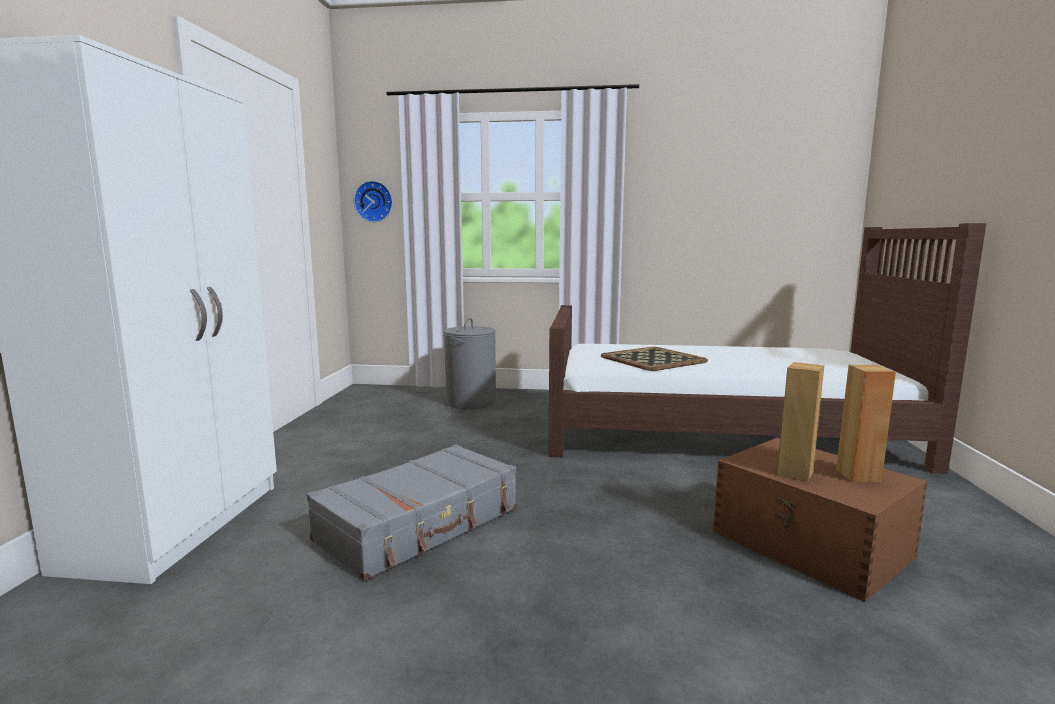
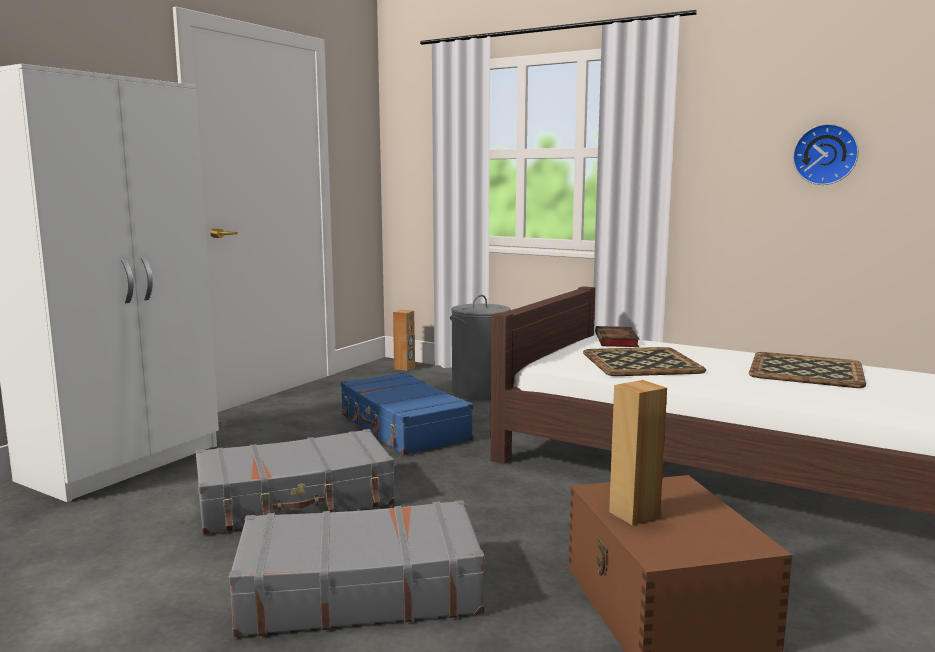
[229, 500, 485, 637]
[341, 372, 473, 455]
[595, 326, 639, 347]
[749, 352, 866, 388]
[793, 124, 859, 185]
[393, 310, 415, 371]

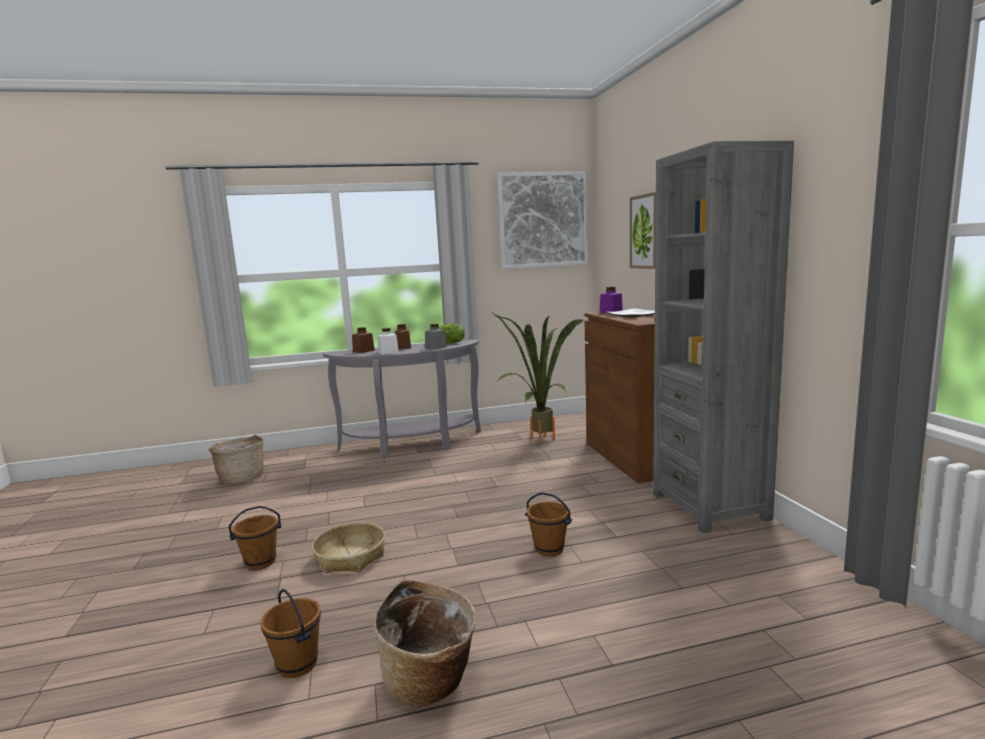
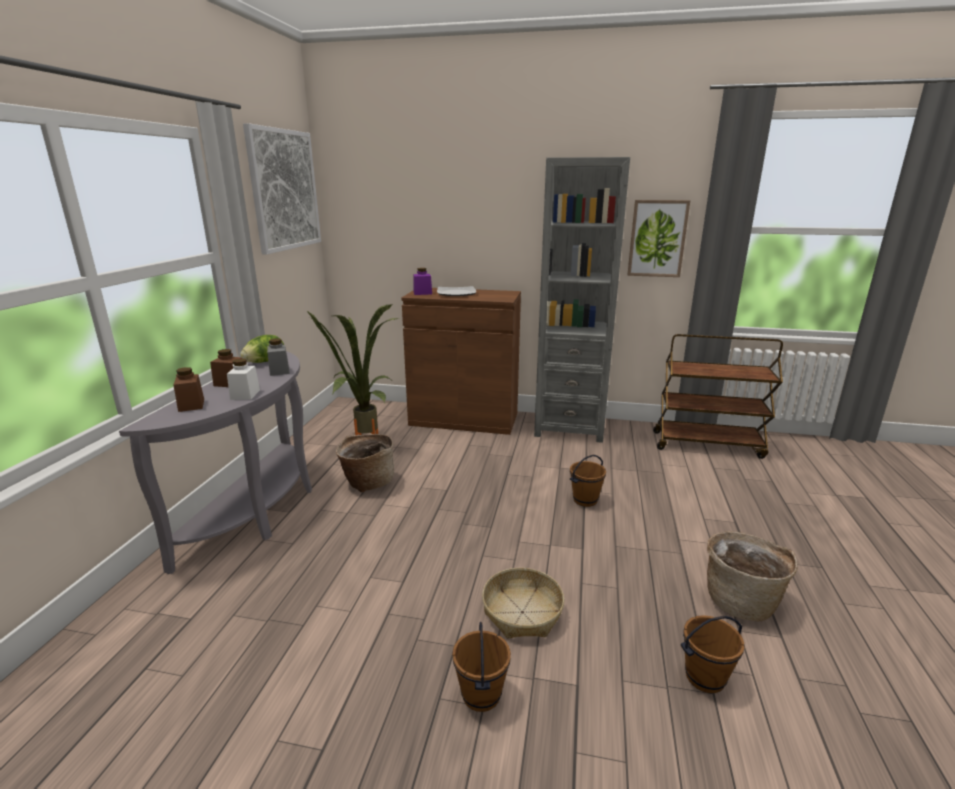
[653, 334, 783, 459]
[336, 434, 394, 492]
[627, 200, 690, 277]

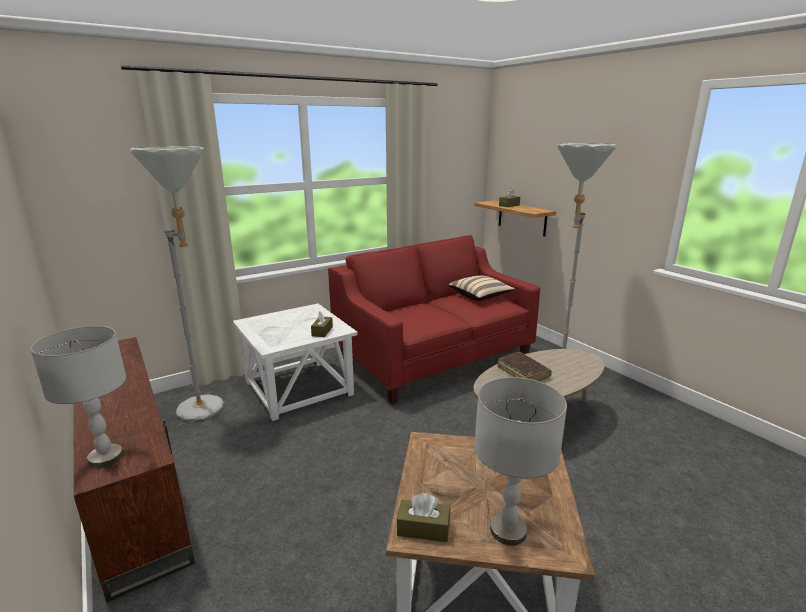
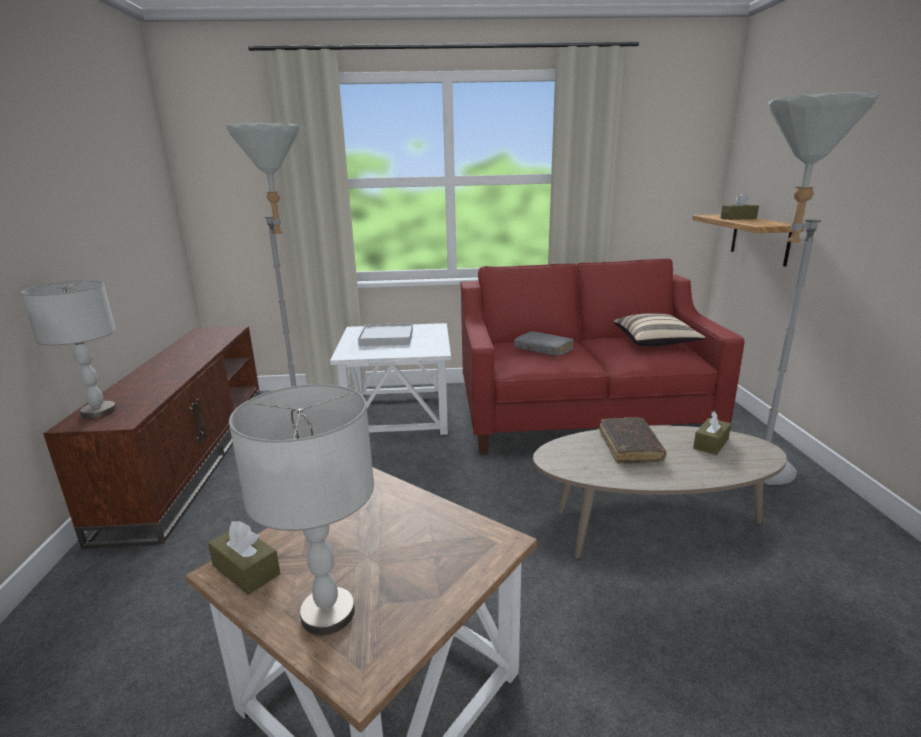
[358, 323, 413, 346]
[514, 331, 574, 356]
[693, 411, 731, 455]

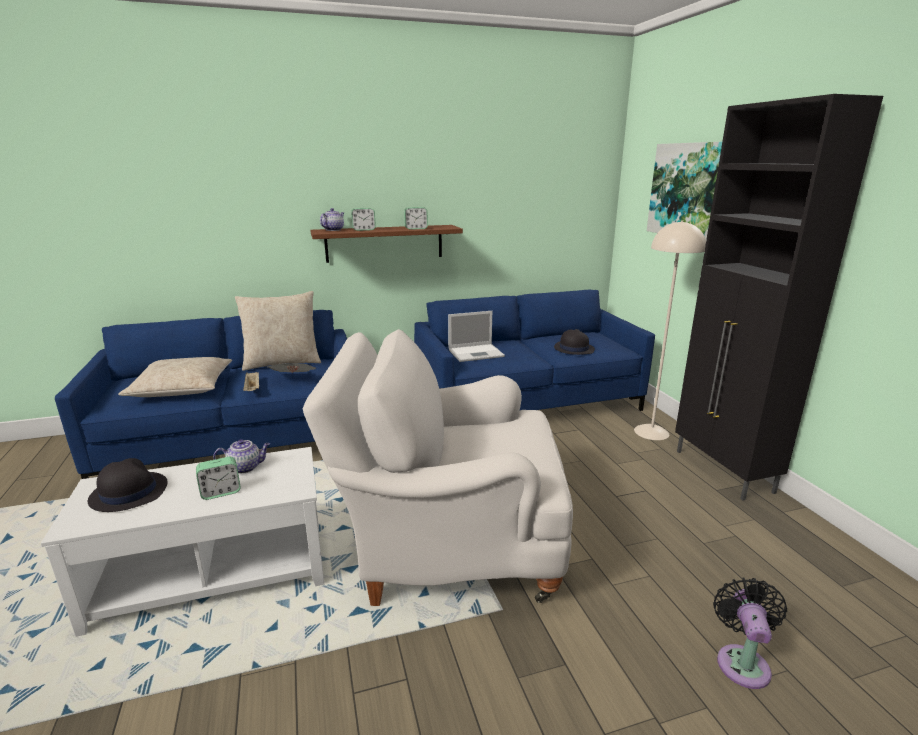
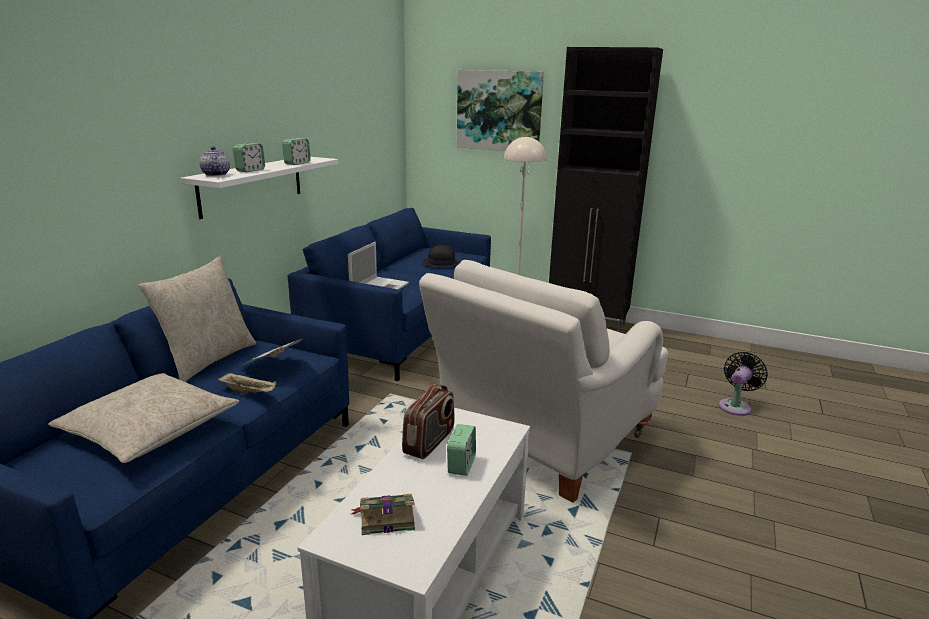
[351, 494, 415, 535]
[402, 384, 454, 459]
[180, 157, 338, 219]
[719, 352, 768, 416]

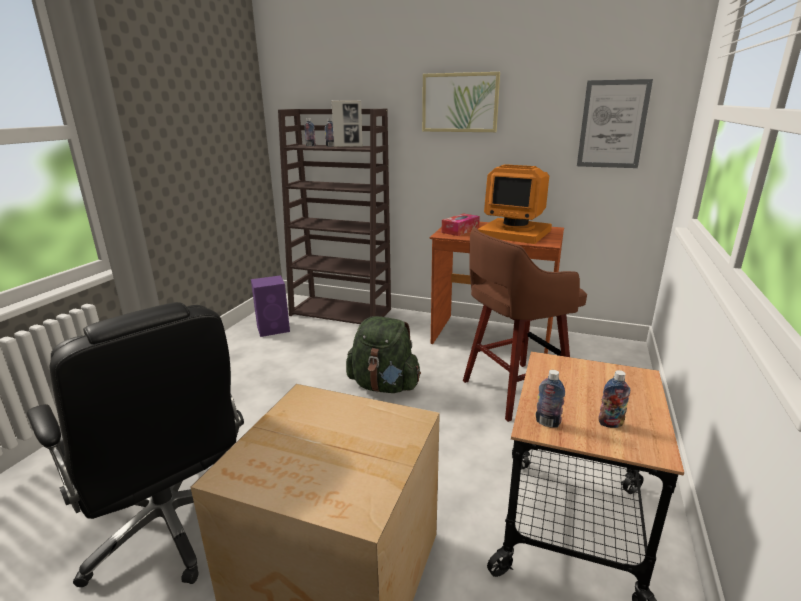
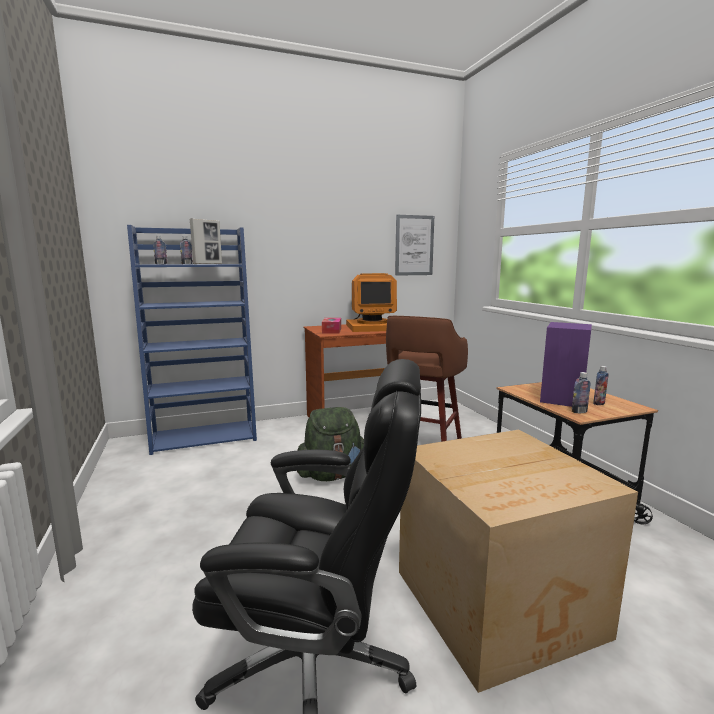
[422, 72, 500, 132] (first image)
[540, 322, 592, 407]
[127, 225, 257, 455]

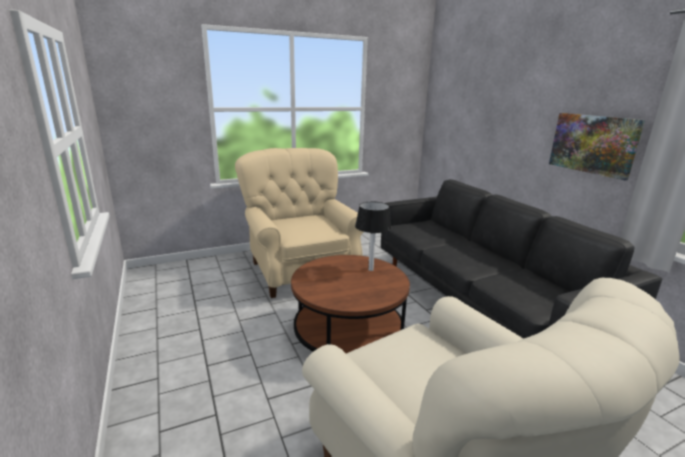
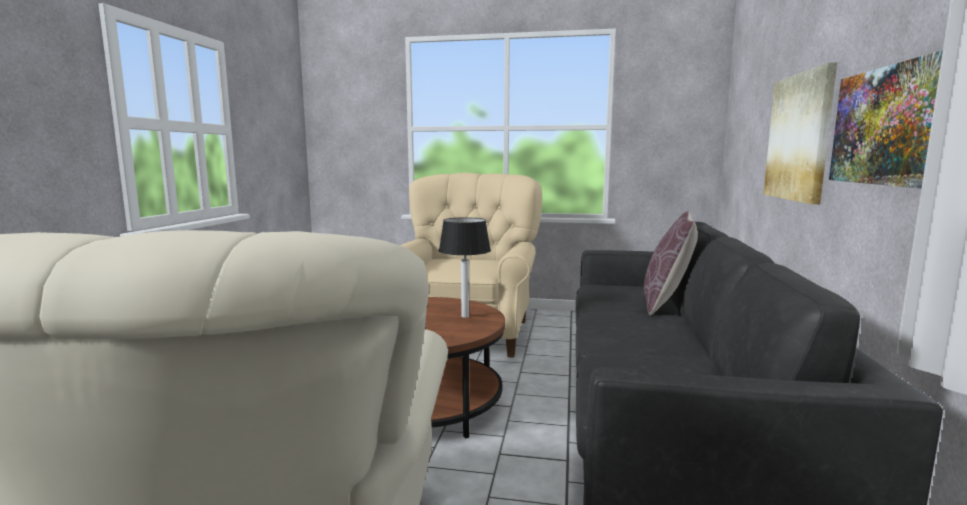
[644, 211, 698, 315]
[763, 62, 837, 204]

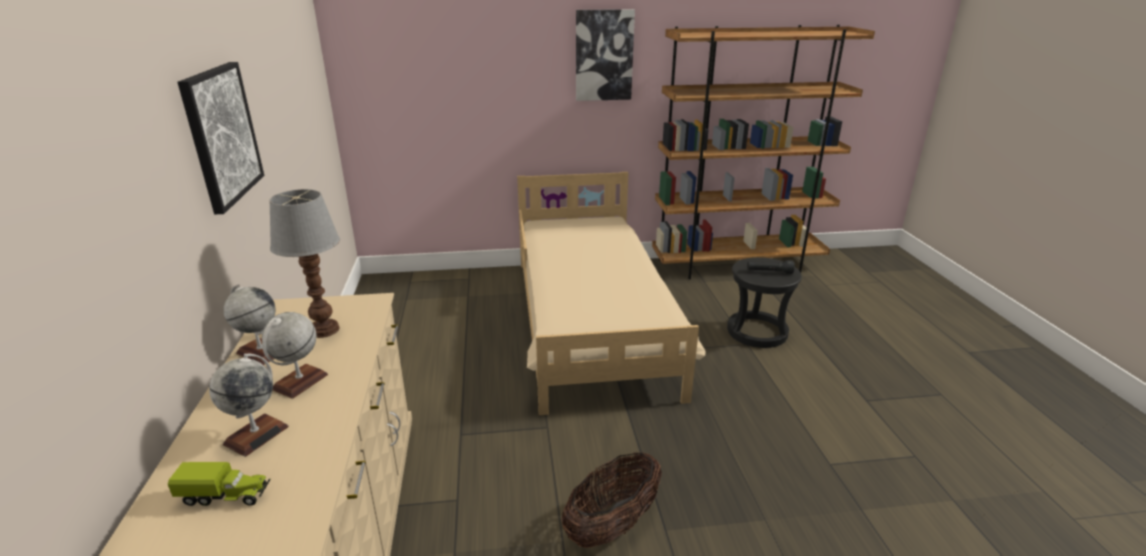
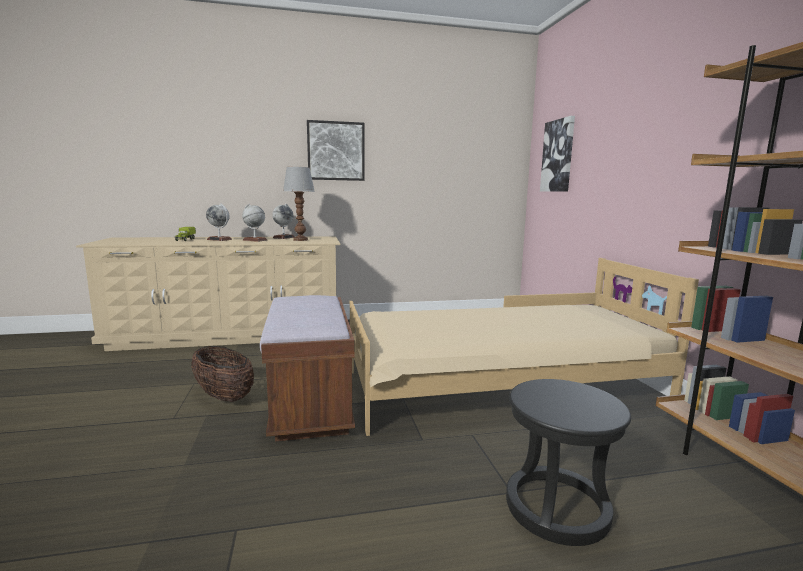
[747, 260, 795, 274] (first image)
[260, 295, 355, 441]
[540, 116, 575, 192]

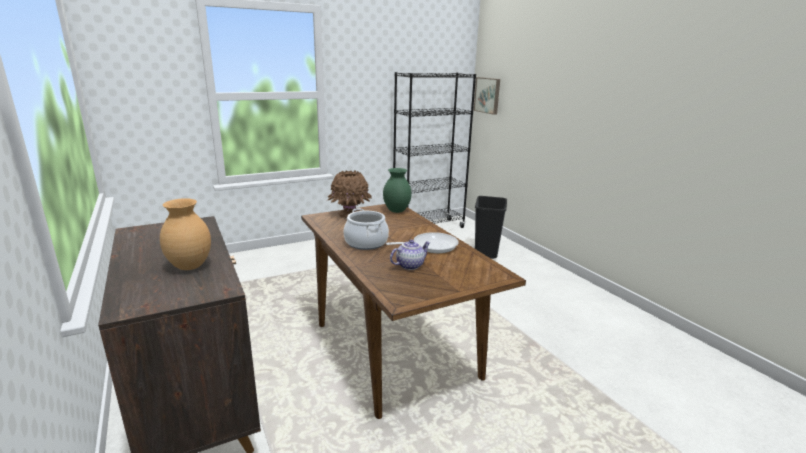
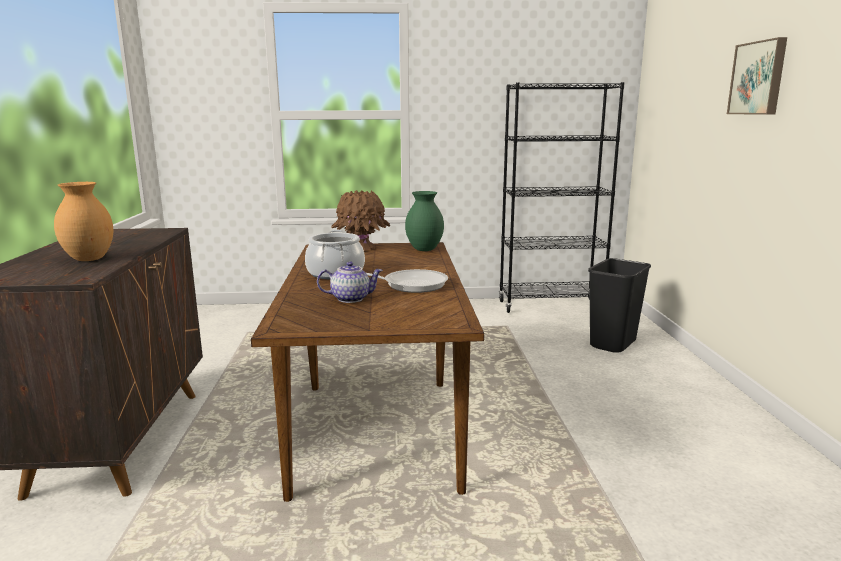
[727, 37, 787, 115]

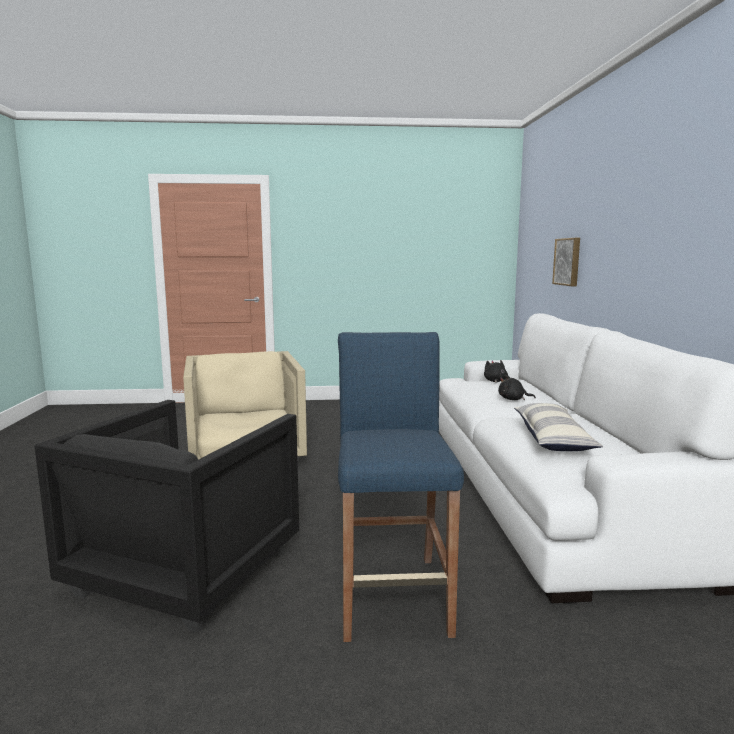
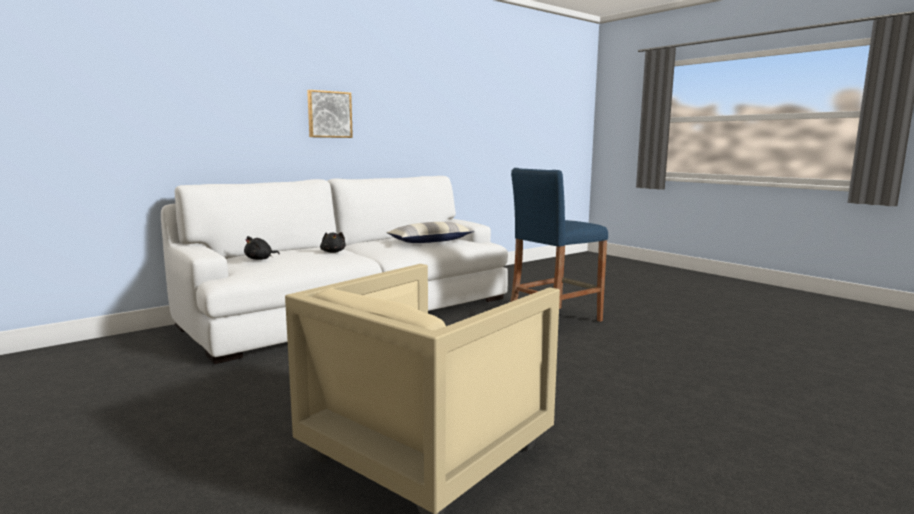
[35, 400, 299, 633] (first image)
[307, 90, 353, 138]

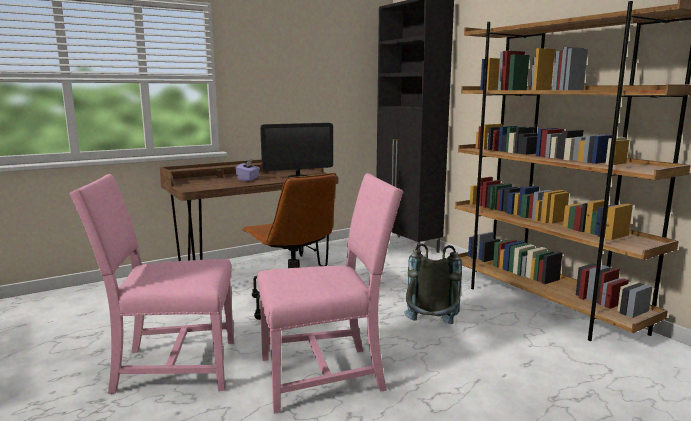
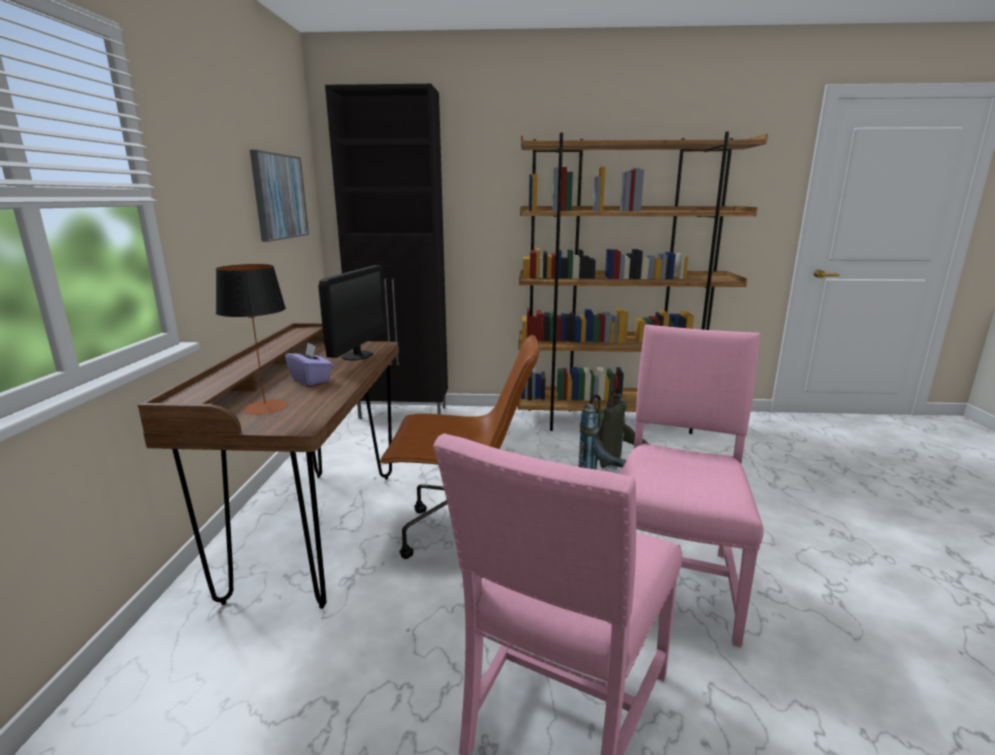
[216, 264, 287, 415]
[250, 150, 309, 242]

